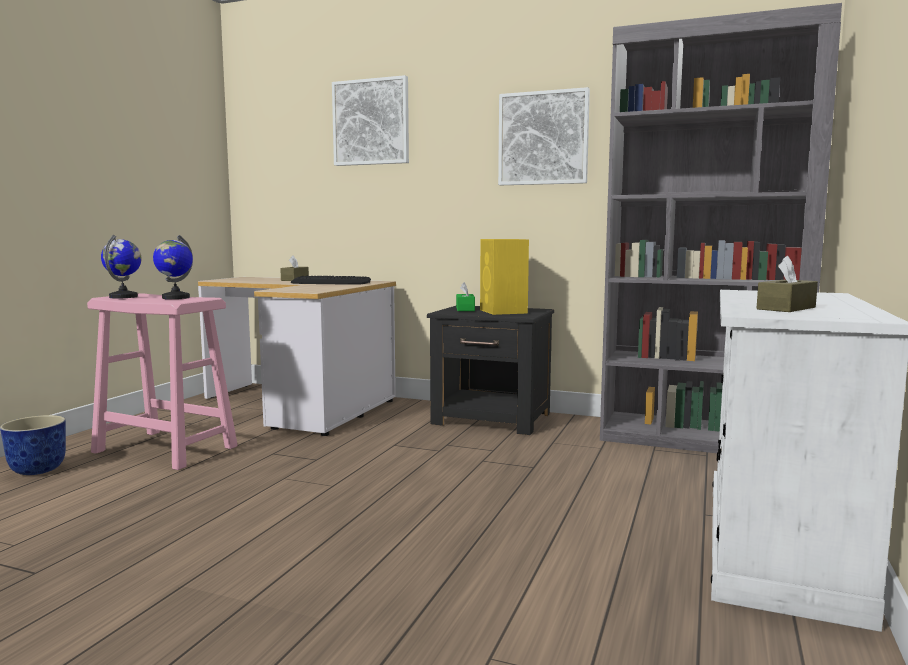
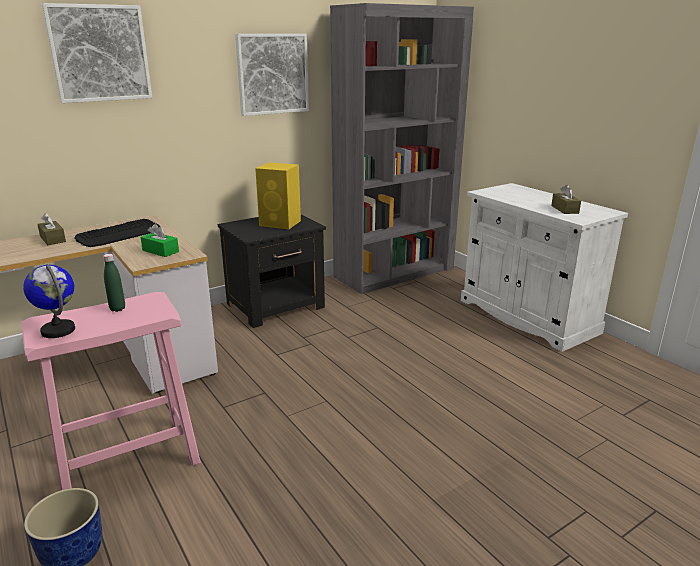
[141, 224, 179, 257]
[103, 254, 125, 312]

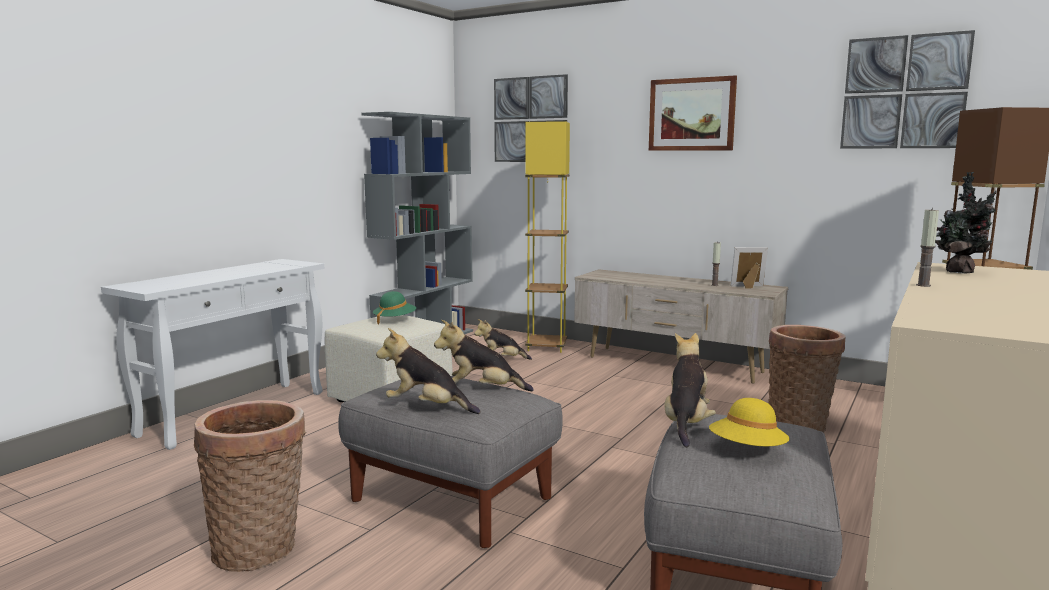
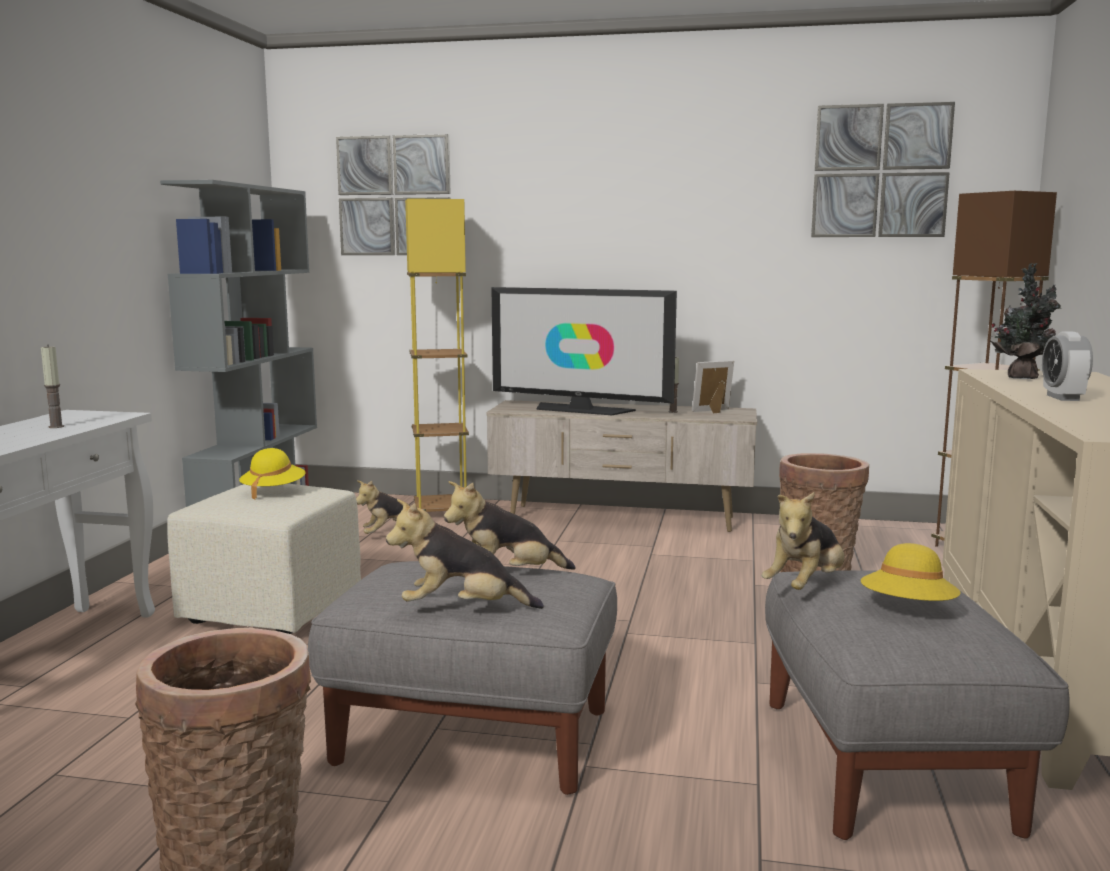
[649, 75, 737, 151] (first image)
[491, 287, 677, 415]
[1042, 332, 1093, 401]
[41, 347, 64, 428]
[239, 448, 306, 500]
[761, 492, 845, 590]

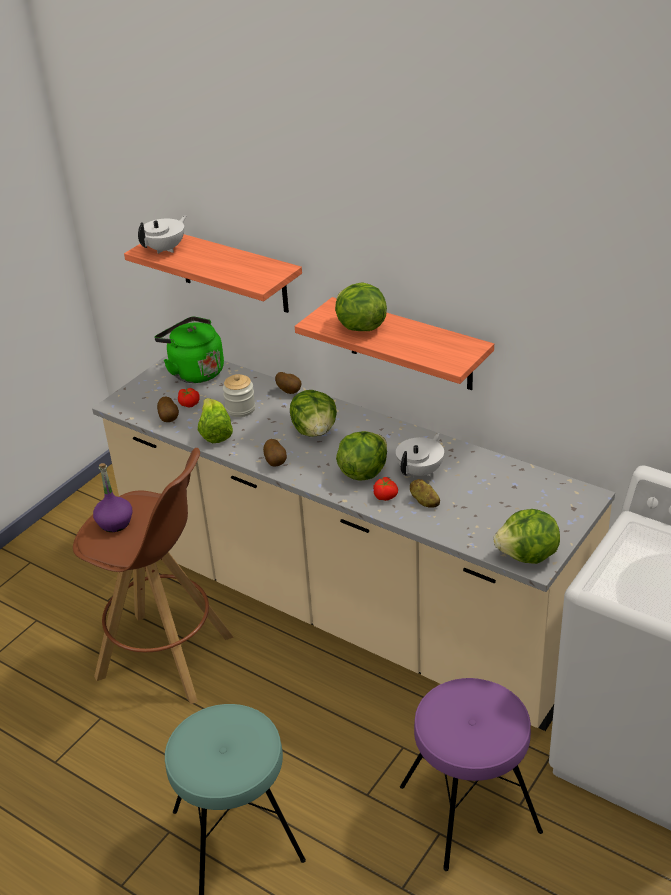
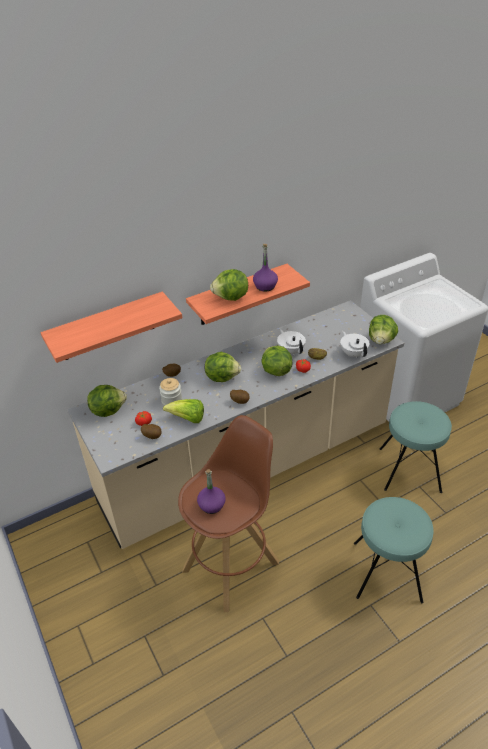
[253, 244, 278, 292]
[340, 330, 369, 358]
[87, 385, 127, 417]
[380, 401, 452, 493]

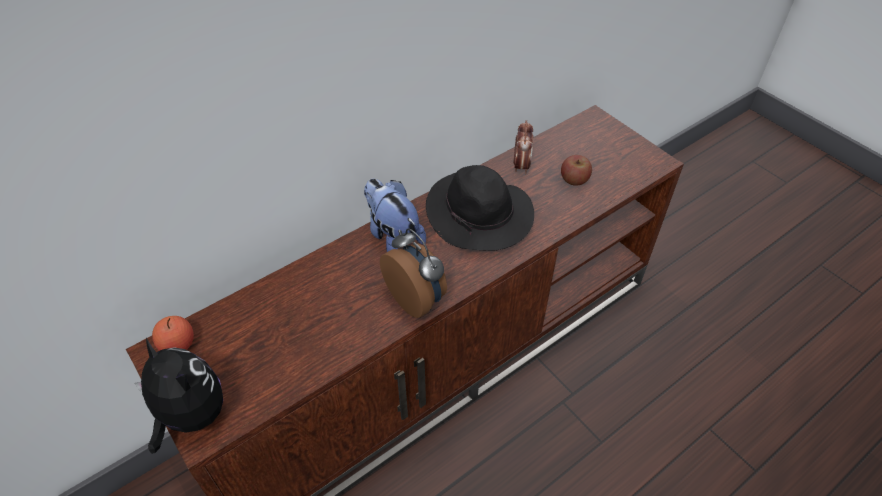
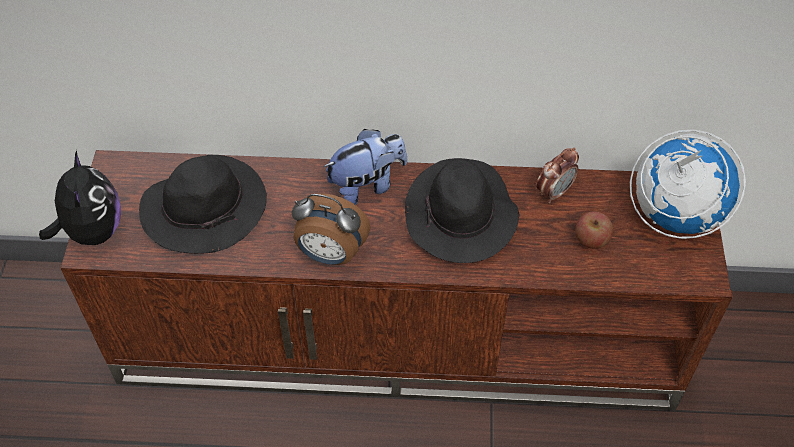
[152, 316, 194, 351] (first image)
[139, 155, 267, 254]
[630, 130, 746, 239]
[323, 129, 407, 205]
[291, 193, 370, 265]

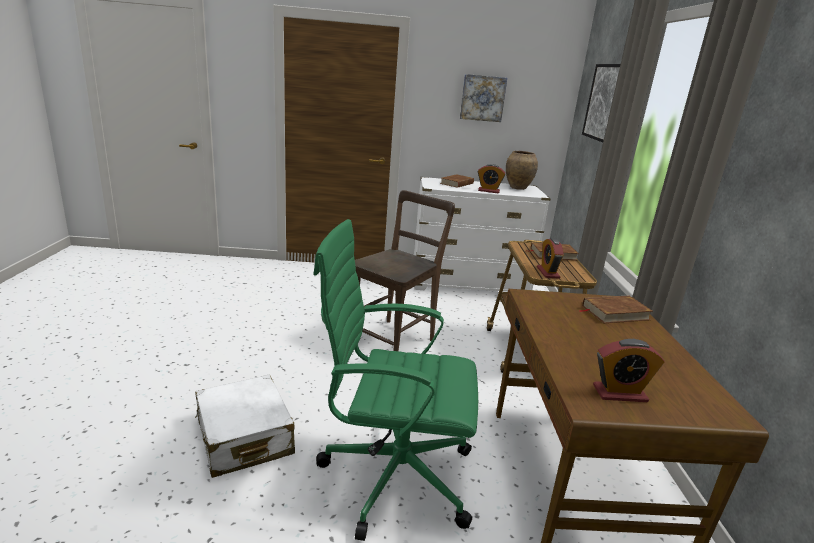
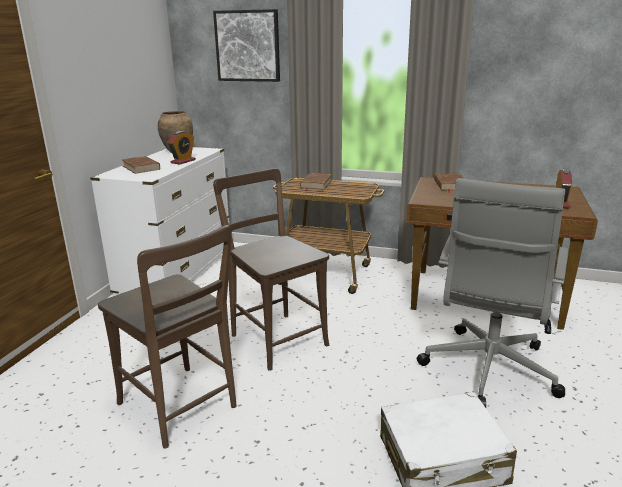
[460, 74, 507, 122] (first image)
[537, 238, 564, 278] (first image)
[98, 225, 237, 449]
[417, 178, 568, 407]

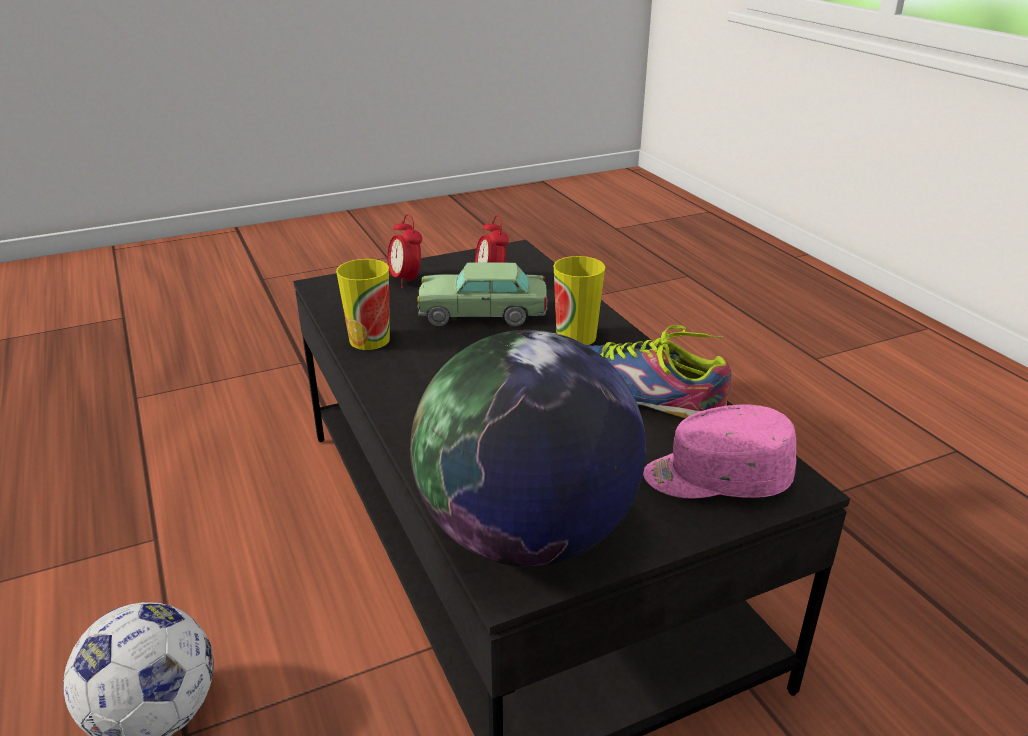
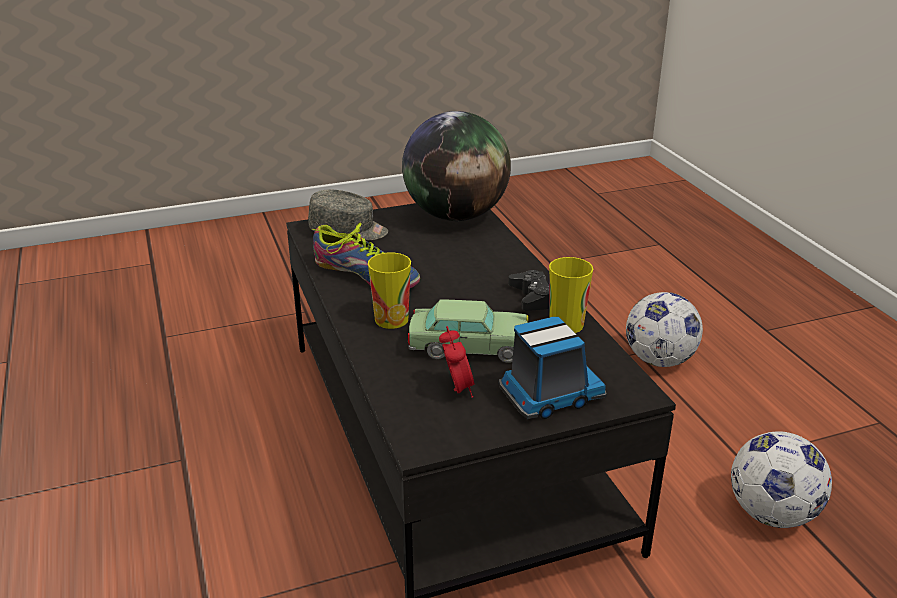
[508, 270, 550, 311]
[731, 431, 832, 528]
[498, 317, 607, 419]
[308, 189, 388, 241]

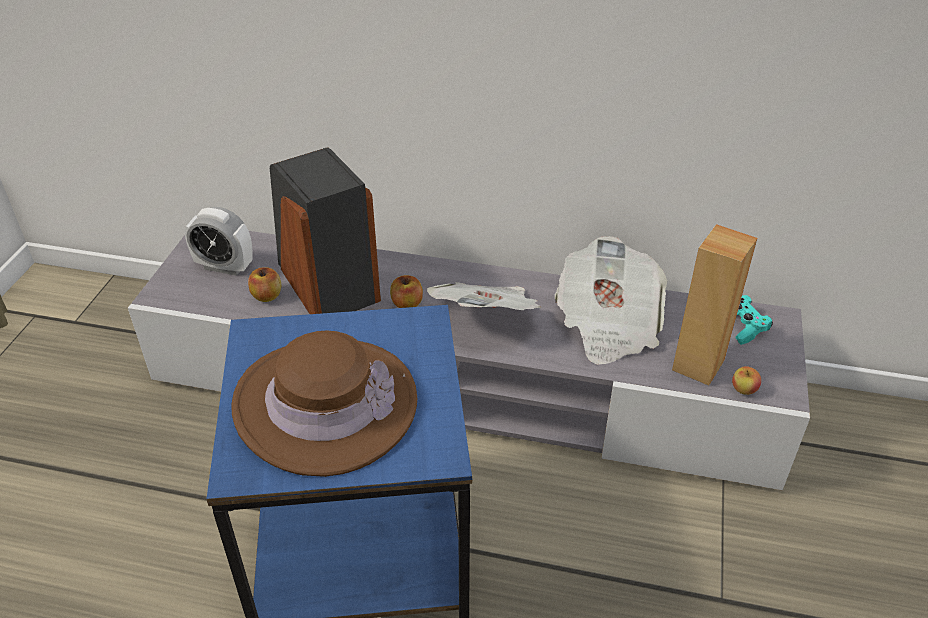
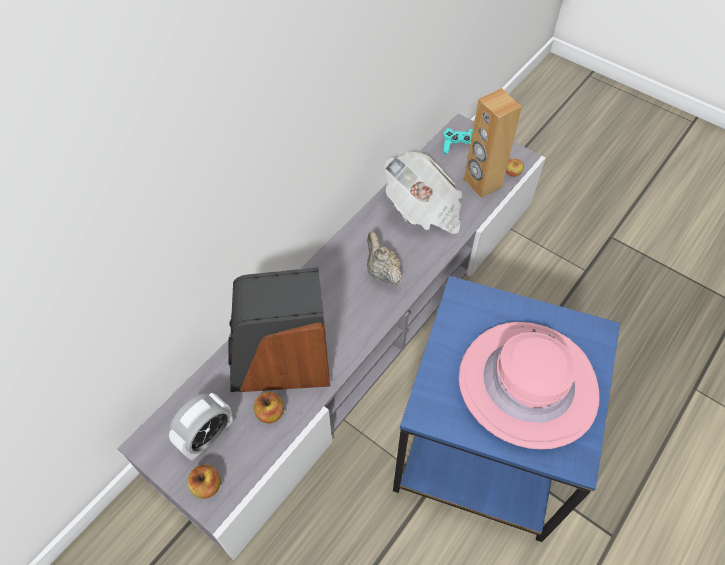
[187, 465, 221, 499]
[367, 232, 402, 285]
[459, 322, 600, 449]

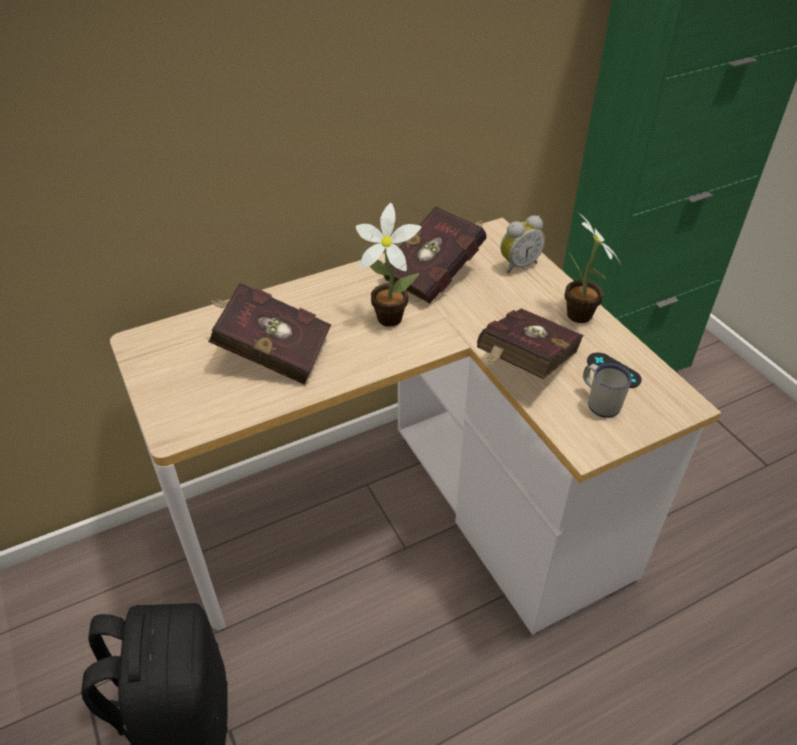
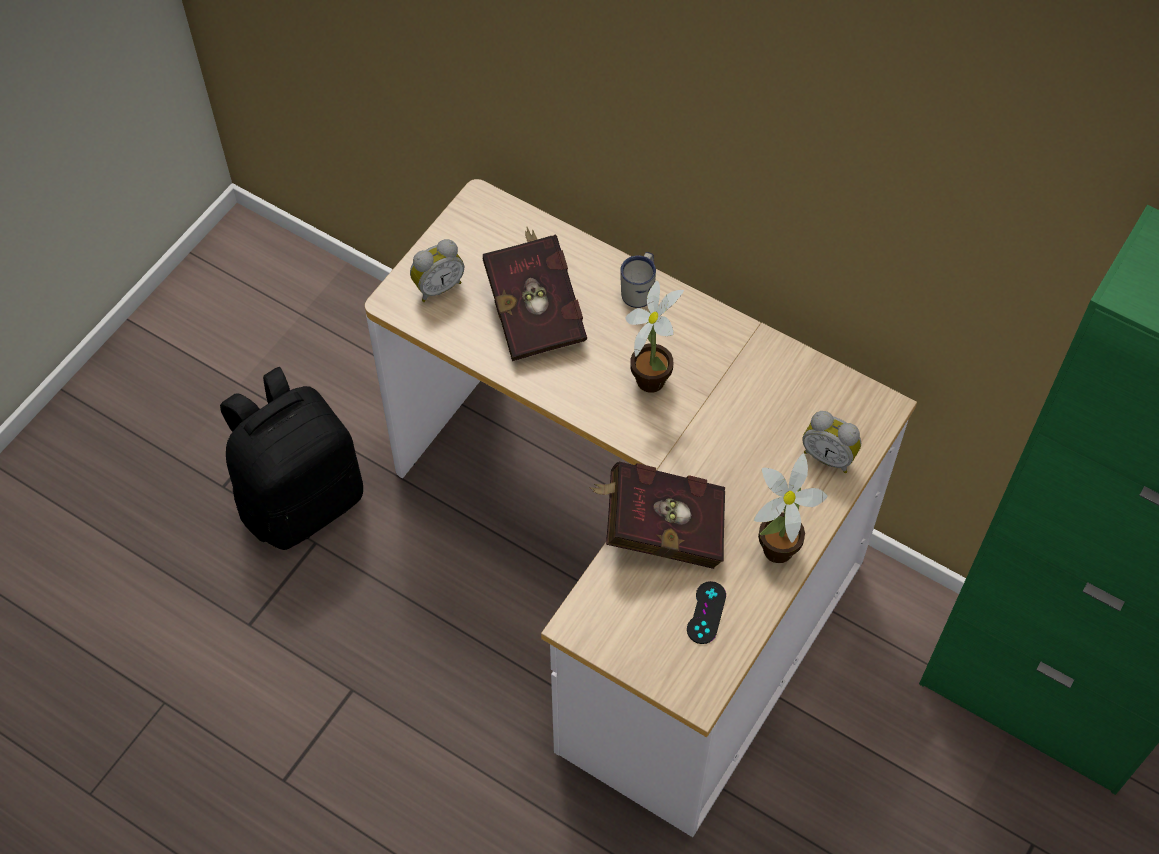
[384, 206, 486, 303] (first image)
[410, 239, 464, 302]
[620, 252, 656, 308]

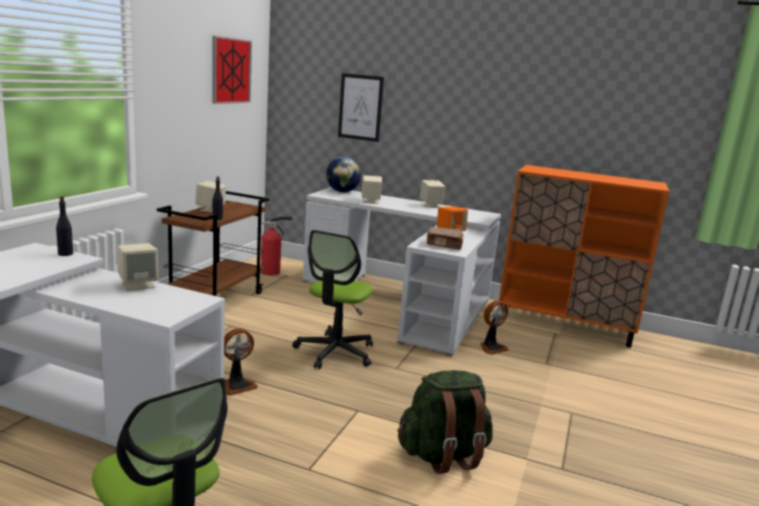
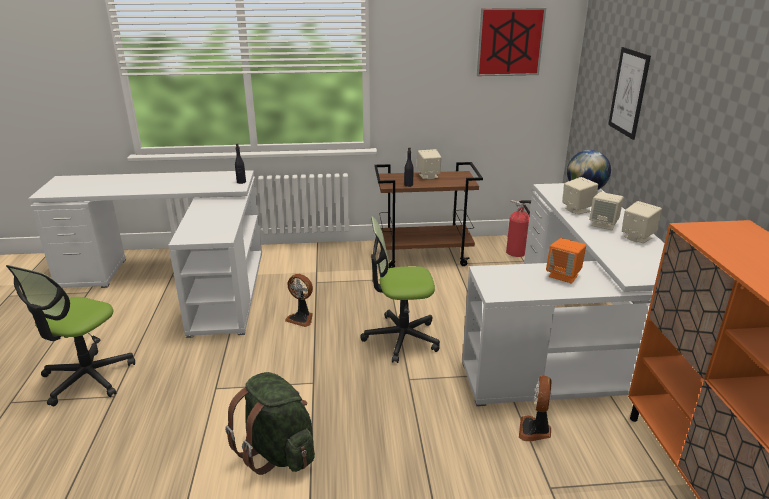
[426, 227, 464, 250] (first image)
[589, 192, 624, 230]
[519, 375, 552, 441]

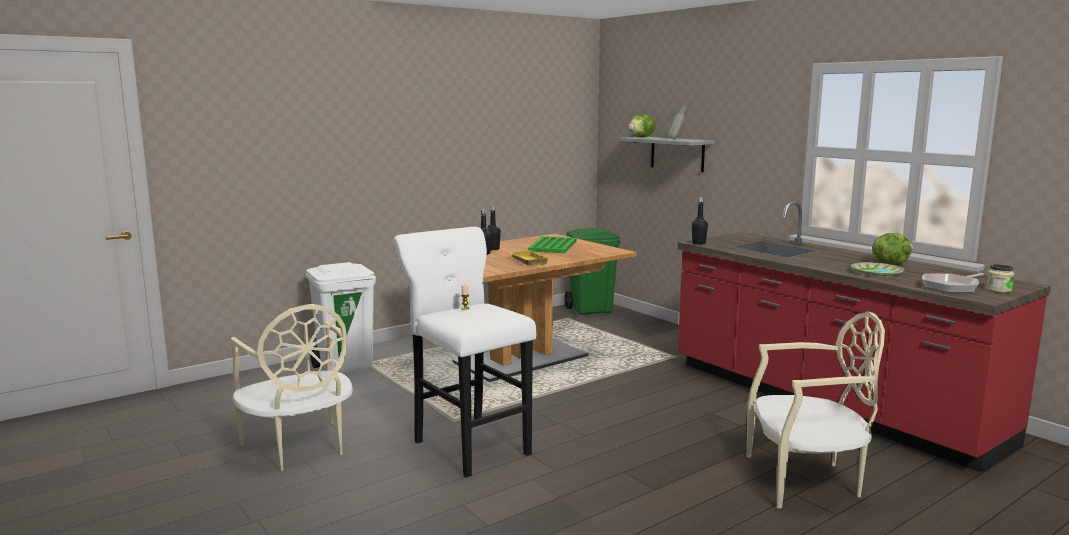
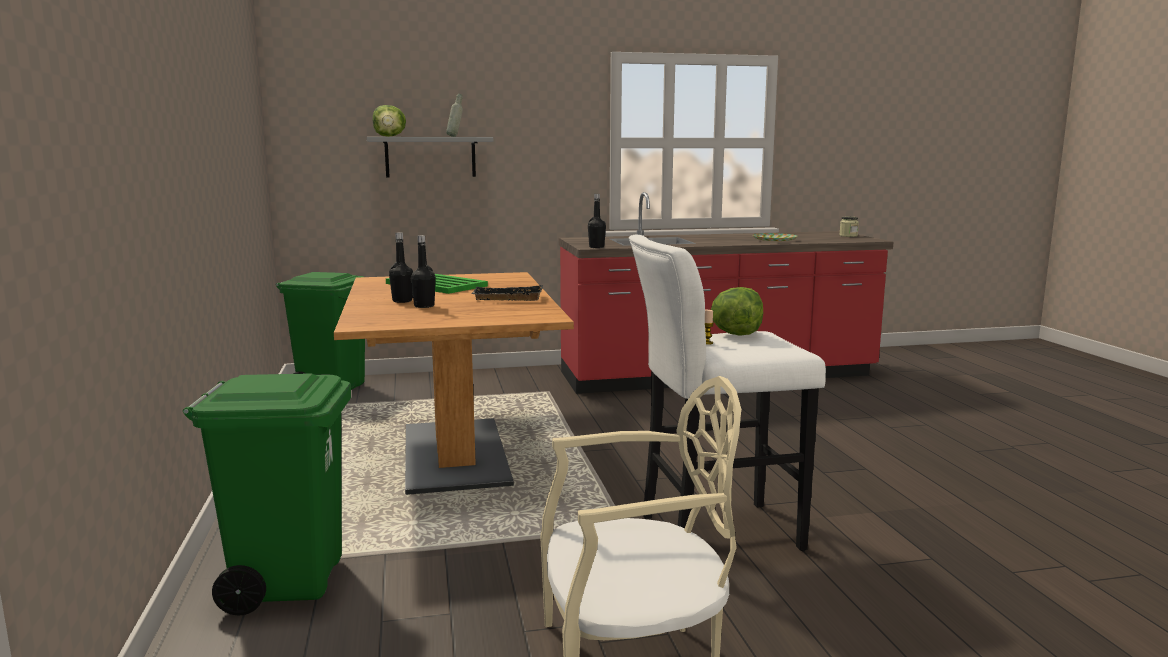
[746, 312, 885, 509] (first image)
[922, 273, 984, 293] (first image)
[711, 287, 763, 336]
[183, 373, 351, 615]
[472, 285, 543, 301]

